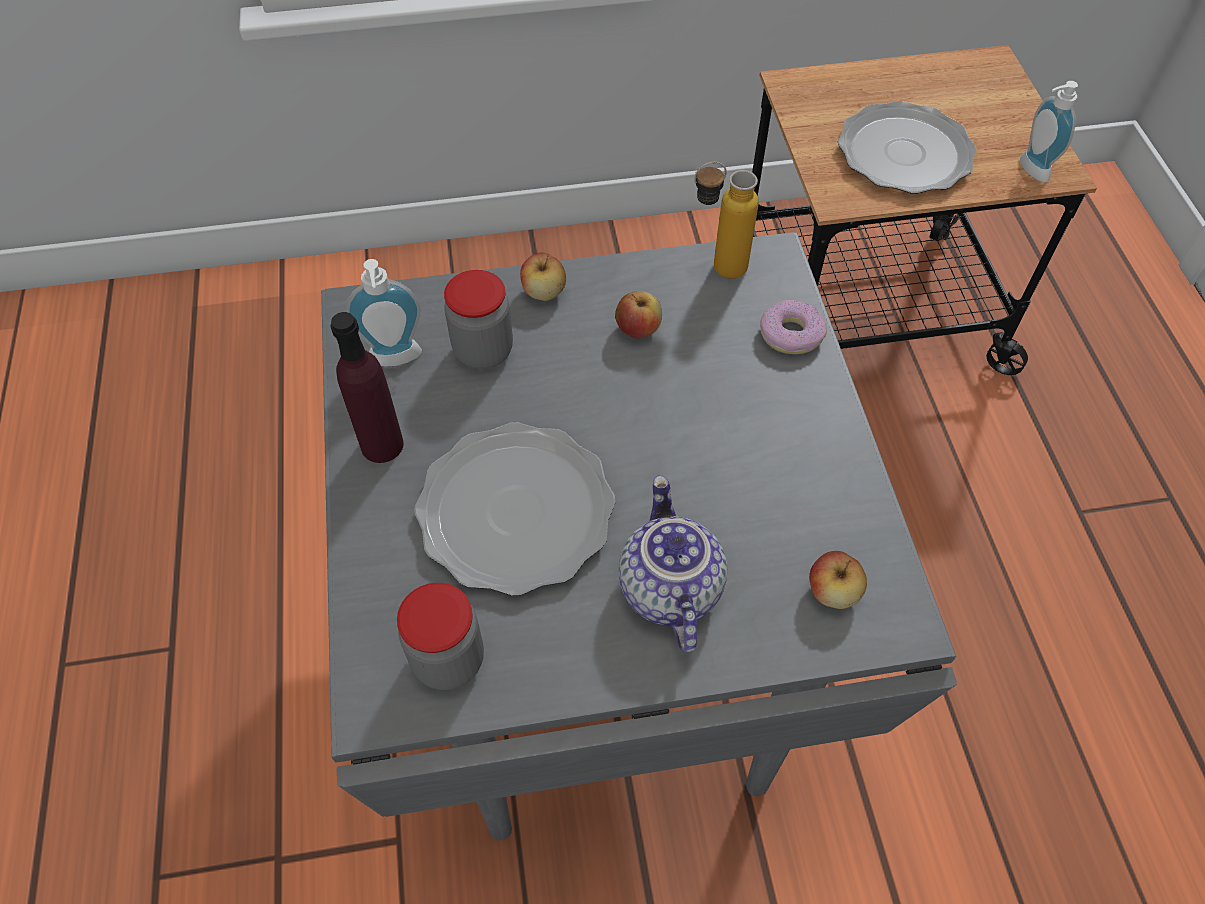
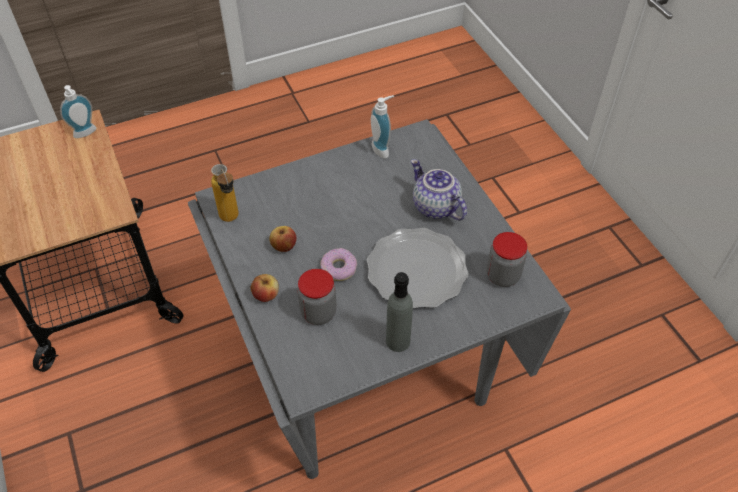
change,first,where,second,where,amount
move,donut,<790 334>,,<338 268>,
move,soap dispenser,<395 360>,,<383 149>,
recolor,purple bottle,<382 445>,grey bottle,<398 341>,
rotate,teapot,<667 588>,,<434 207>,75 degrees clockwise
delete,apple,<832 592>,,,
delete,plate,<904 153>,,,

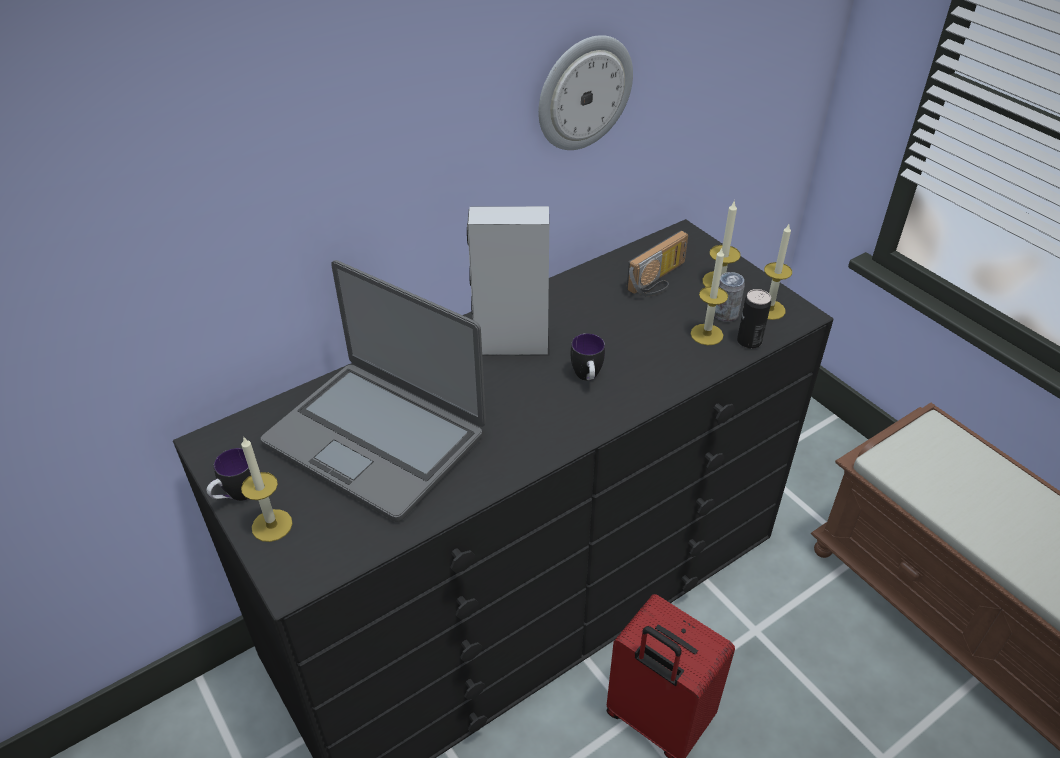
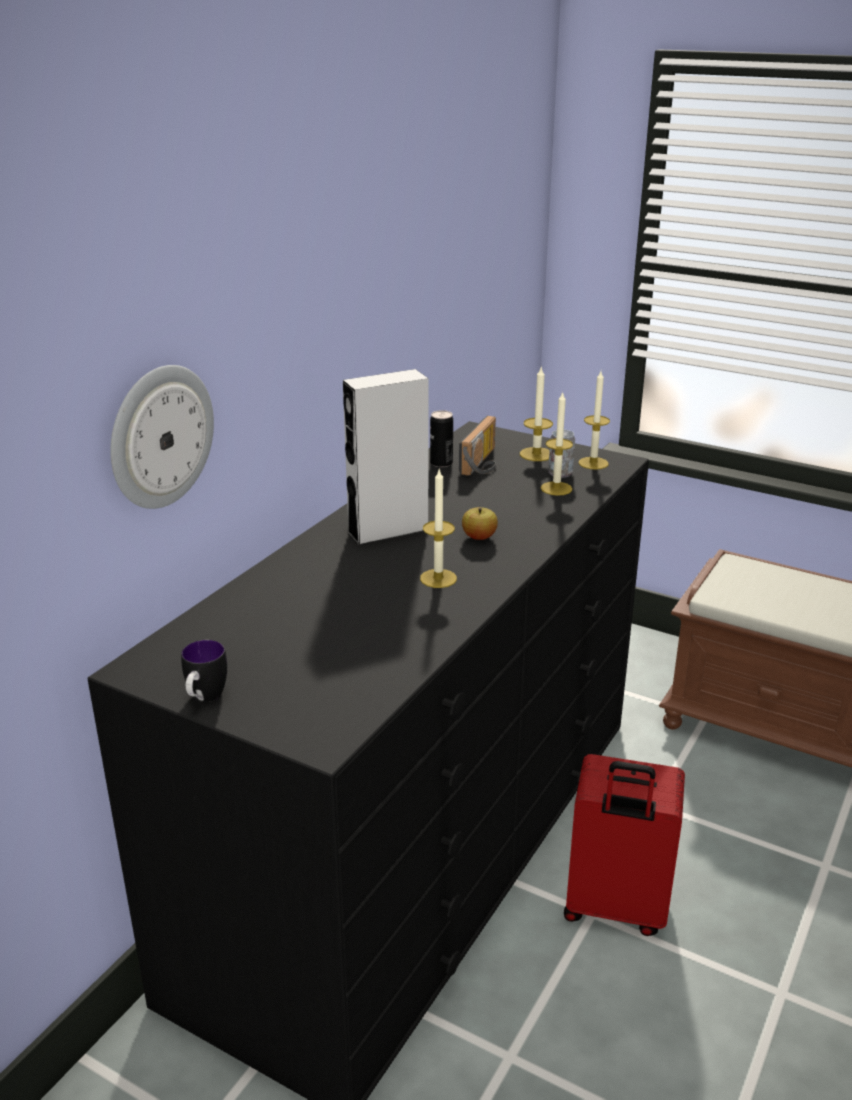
change,first,where,second,where,amount
move,wall clock,<583 93>,,<160 436>,
move,candle,<272 525>,,<438 578>,
move,can,<749 341>,,<441 463>,
replace,mug,<587 378>,apple,<479 537>,
delete,laptop,<376 438>,,,

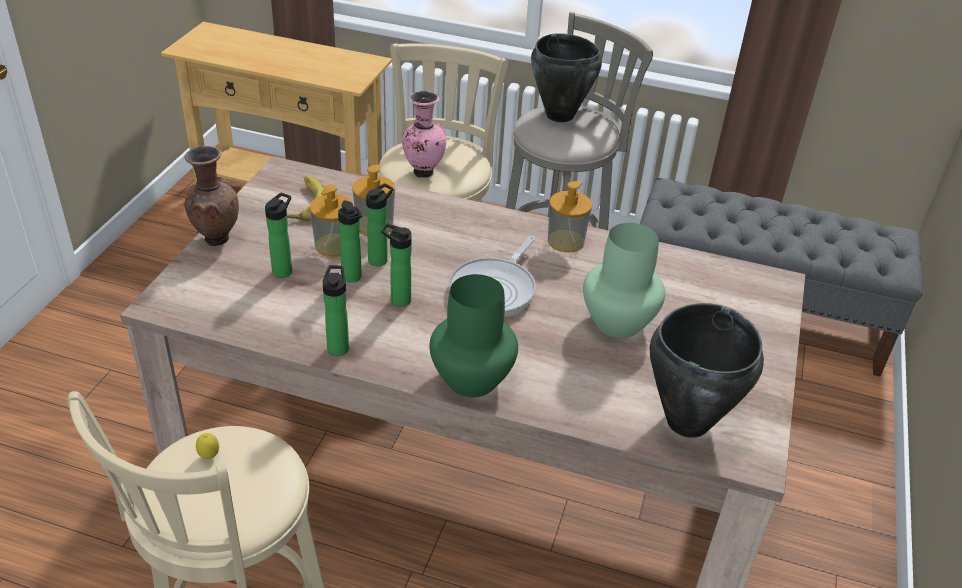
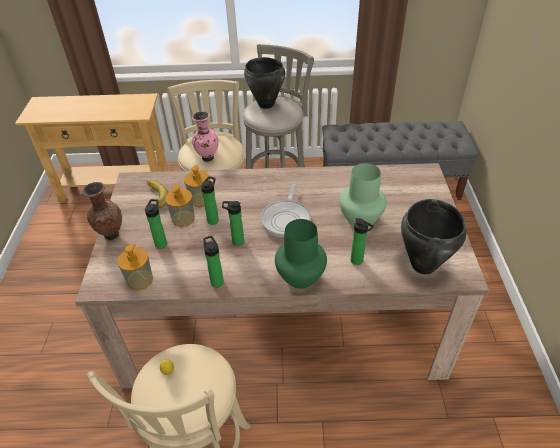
change,first,where,second,where,amount
move,soap dispenser,<565 241>,,<140 280>,
move,bottle,<353 278>,,<358 261>,

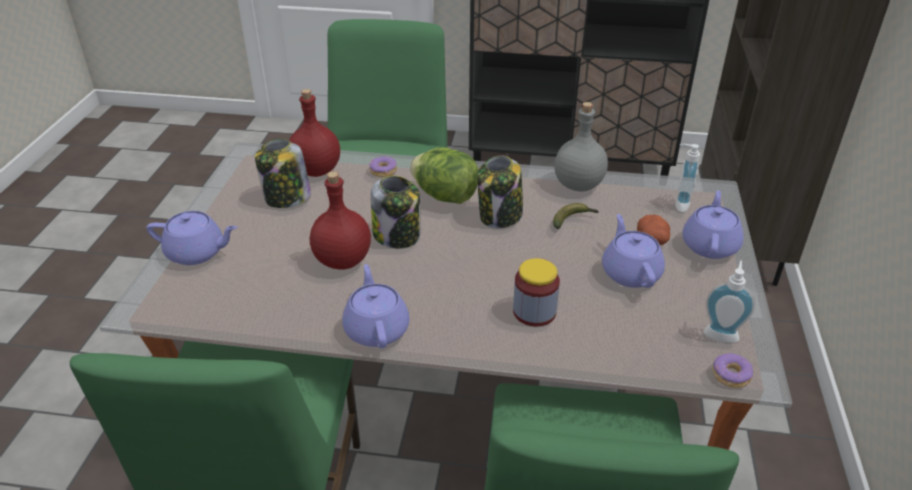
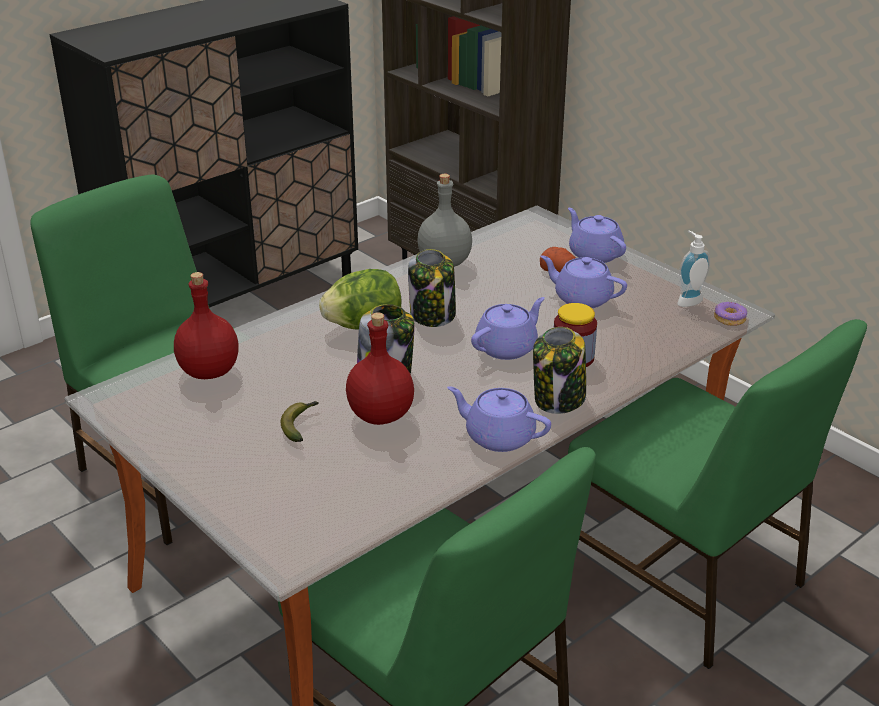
change,first,where,second,where,amount
move,banana,<573 220>,,<300 425>,
move,purple teapot,<197 252>,,<507 347>,
move,jar,<287 198>,,<559 399>,
delete,donut,<383 171>,,,
delete,soap dispenser,<678 204>,,,

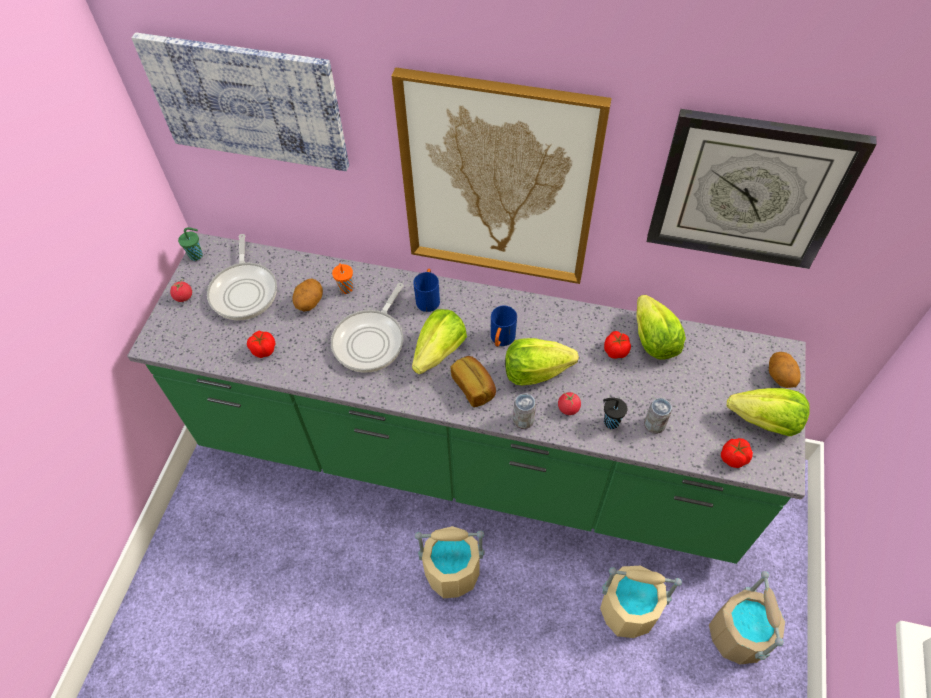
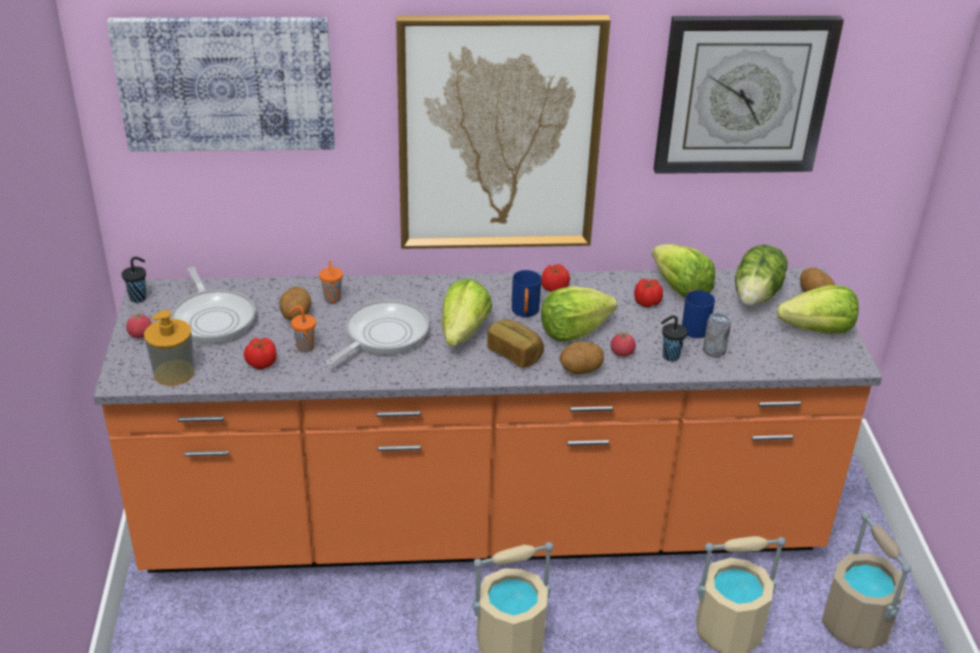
change,first,where,second,where,amount
recolor,green counter,<468 458>,orange counter,<483 526>,
recolor,green cup,<197 255>,black cup,<139 298>,
insert,,,soap dispenser,<174 373>,
insert,,,orange cup,<304 347>,
rotate,frying pan,<371 340>,,<383 336>,150 degrees counterclockwise
move,tomato,<732 458>,,<554 288>,
replace,can,<523 420>,potato,<580 370>,
move,blue mug,<428 298>,,<693 327>,
insert,,,lettuce,<757 295>,

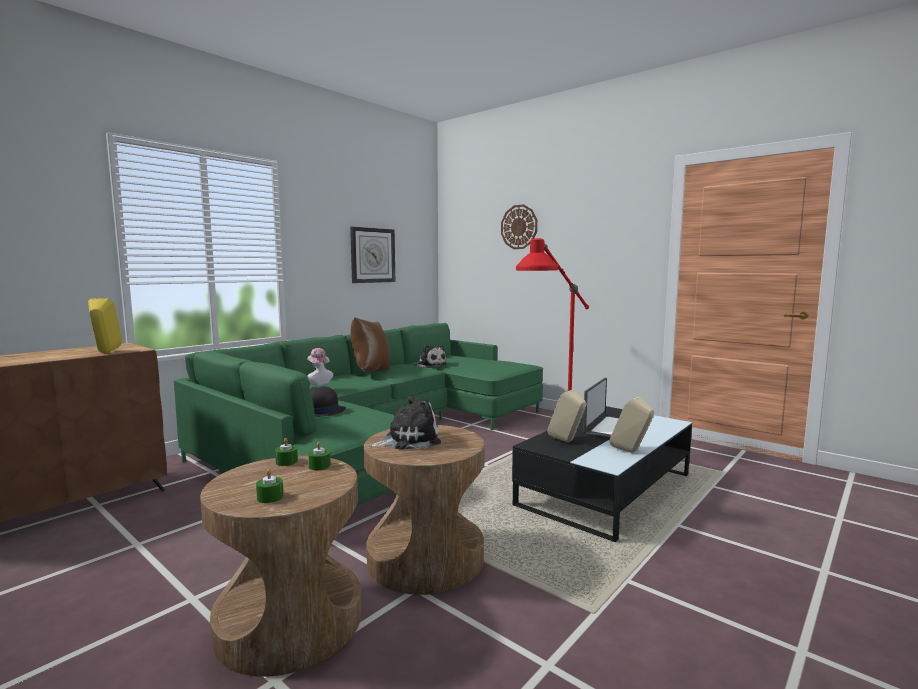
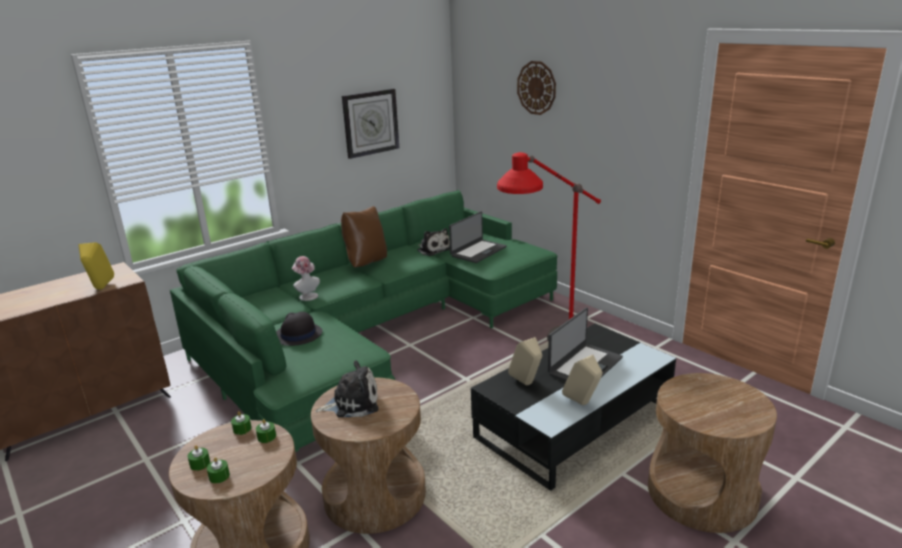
change,first,where,second,where,amount
insert,,,green candle,<200 464>,
insert,,,laptop,<478 251>,
insert,,,brown side table,<702 493>,

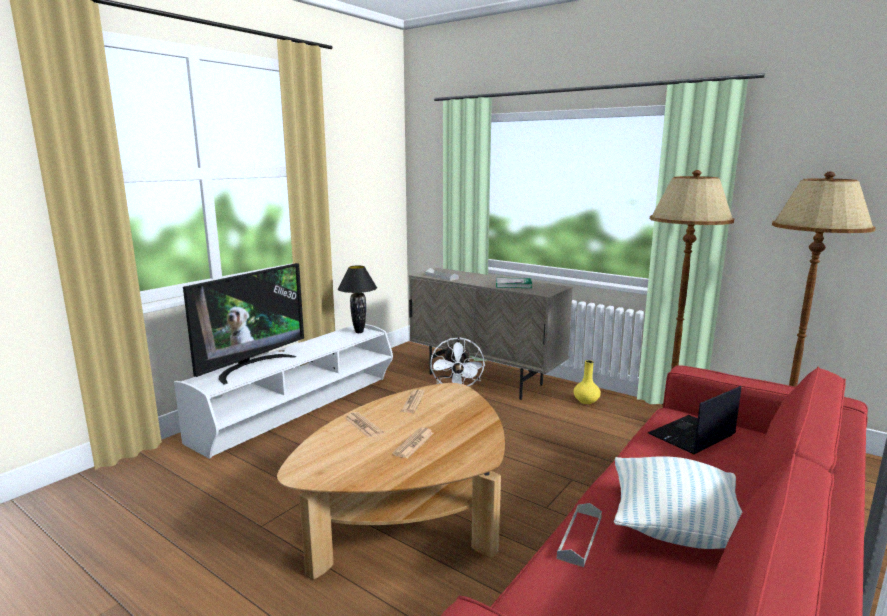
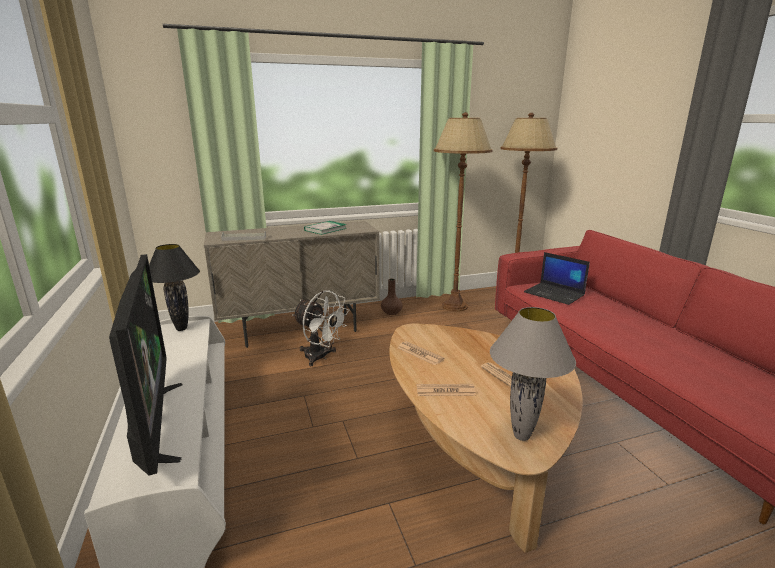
change,first,where,second,where,amount
recolor,yellow vase,<585 401>,brown vase,<391 312>,
insert,,,grey table lamp,<522 436>,
rotate,laptop,<691 436>,,<555 294>,45 degrees counterclockwise
delete,grey tray,<580 537>,,,
delete,pillow,<675 527>,,,

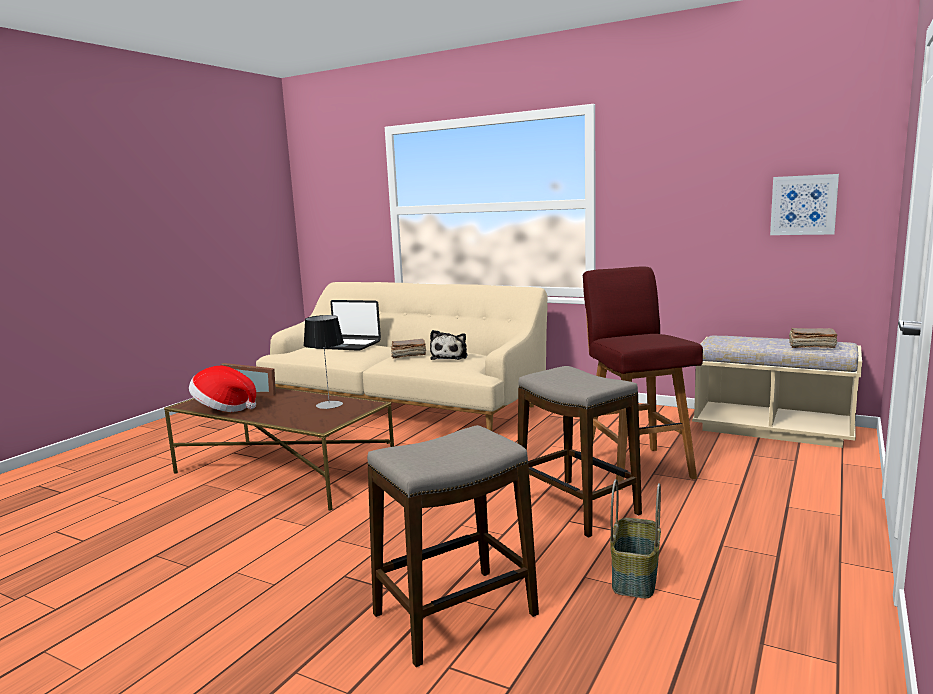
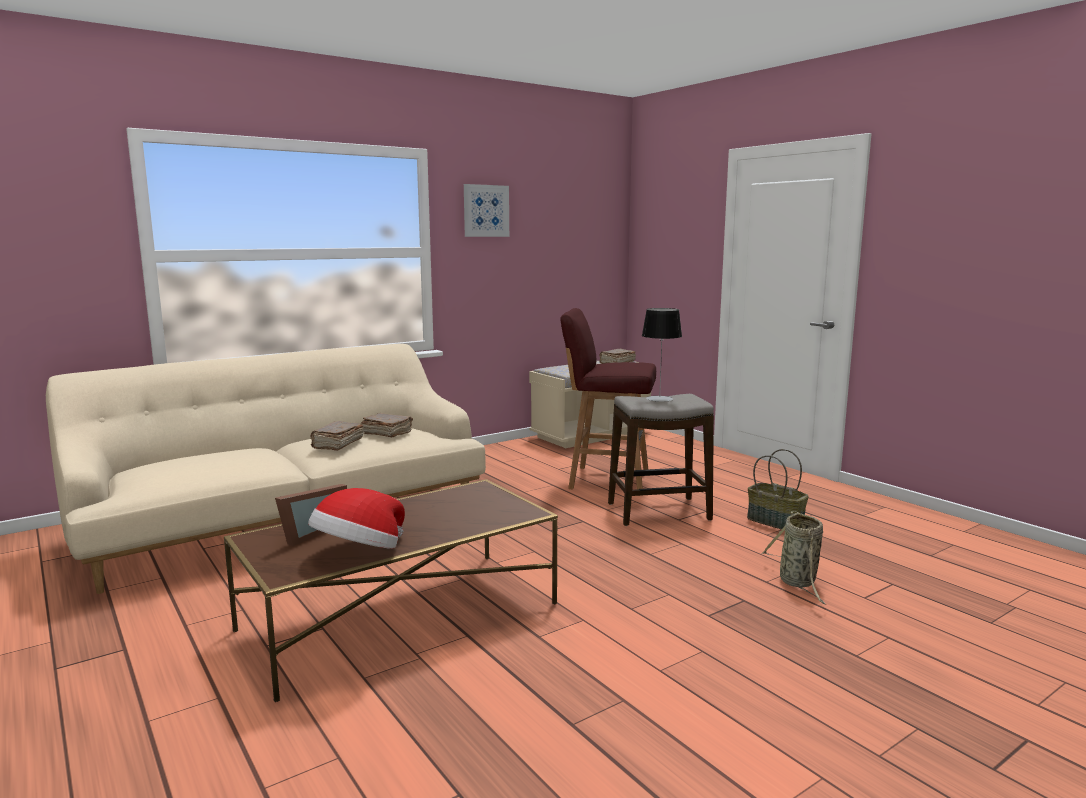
change,first,where,second,where,amount
replace,plush toy,<450 357>,brown book,<386 433>,
move,picture,<803 205>,,<486 211>,
move,table lamp,<329 405>,,<659 399>,
replace,stool,<456 615>,basket,<798 583>,
delete,laptop,<348 345>,,,

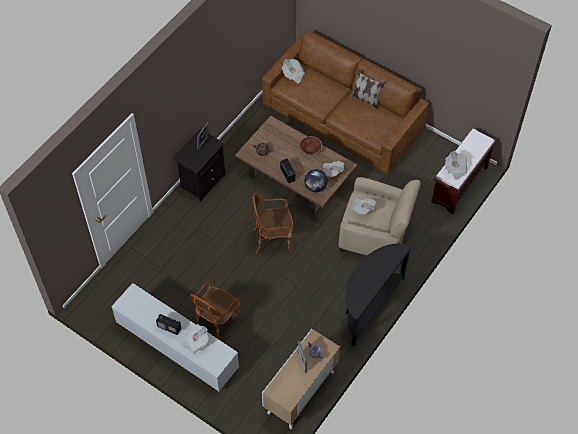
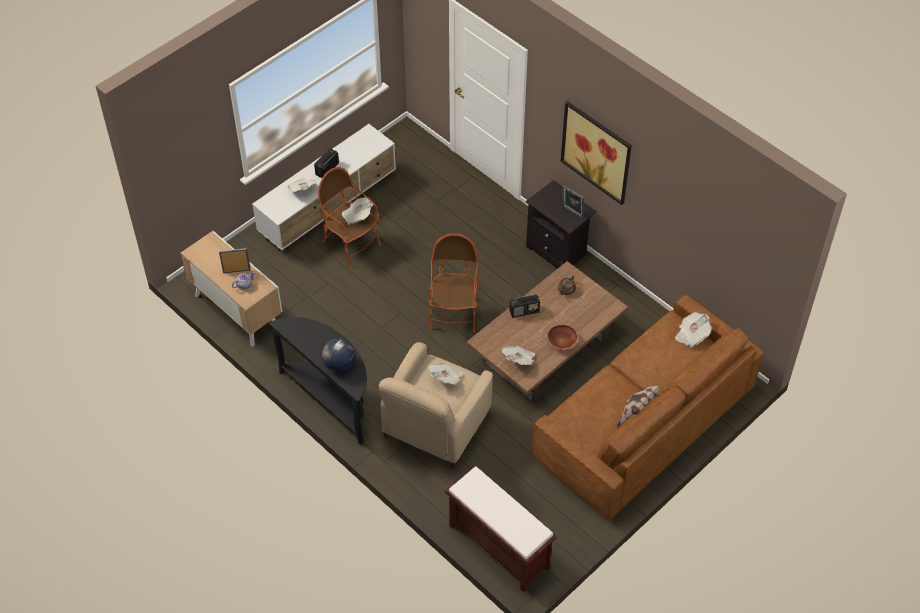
change,first,where,second,where,amount
move,globe,<315 187>,,<339 364>,
move,newspaper,<455 169>,,<357 216>,
insert,,,picture,<596 152>,

